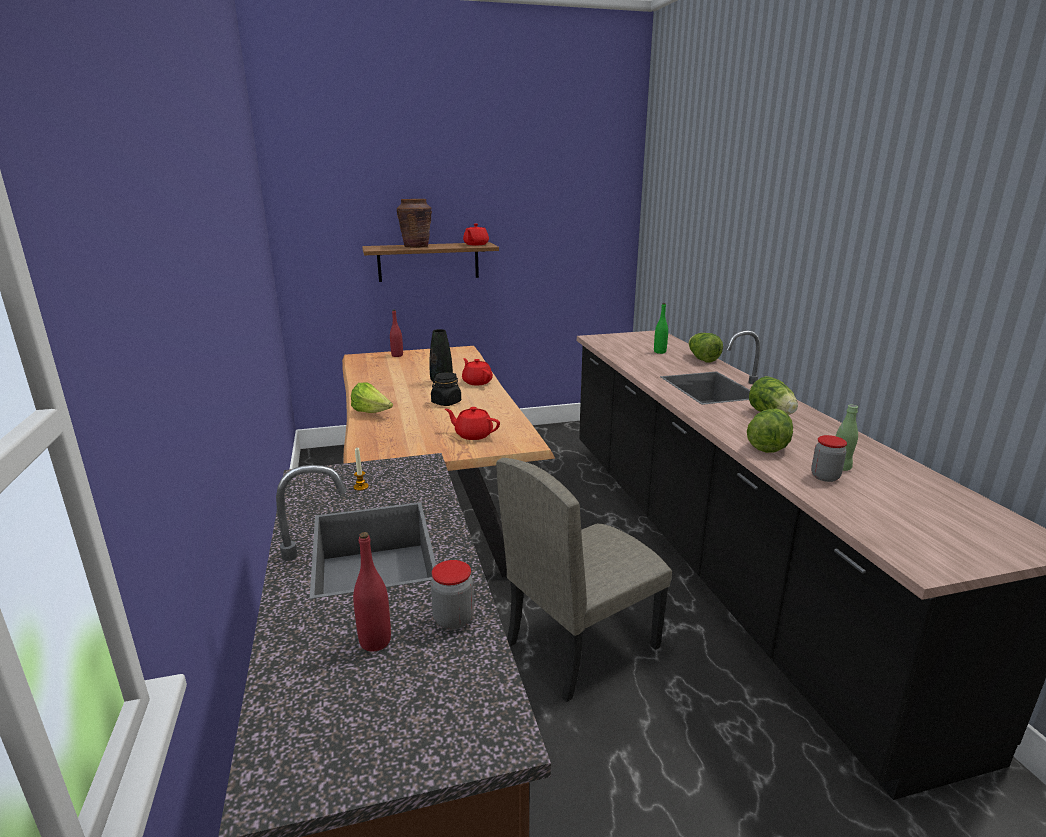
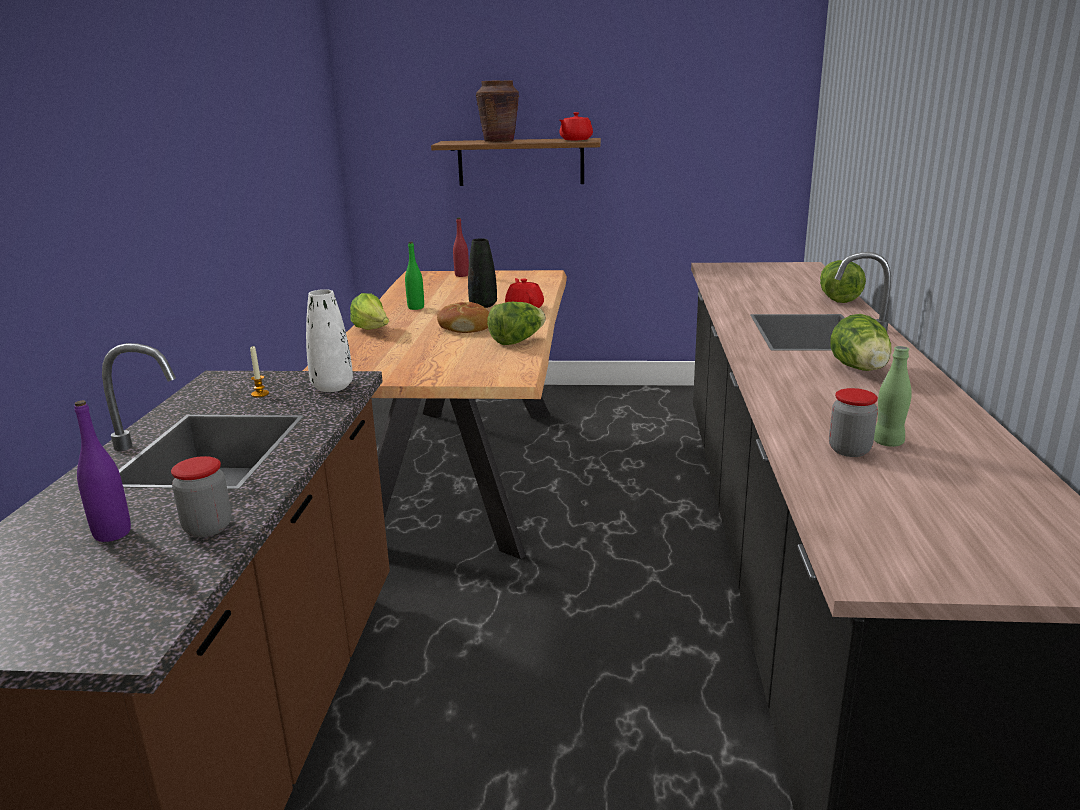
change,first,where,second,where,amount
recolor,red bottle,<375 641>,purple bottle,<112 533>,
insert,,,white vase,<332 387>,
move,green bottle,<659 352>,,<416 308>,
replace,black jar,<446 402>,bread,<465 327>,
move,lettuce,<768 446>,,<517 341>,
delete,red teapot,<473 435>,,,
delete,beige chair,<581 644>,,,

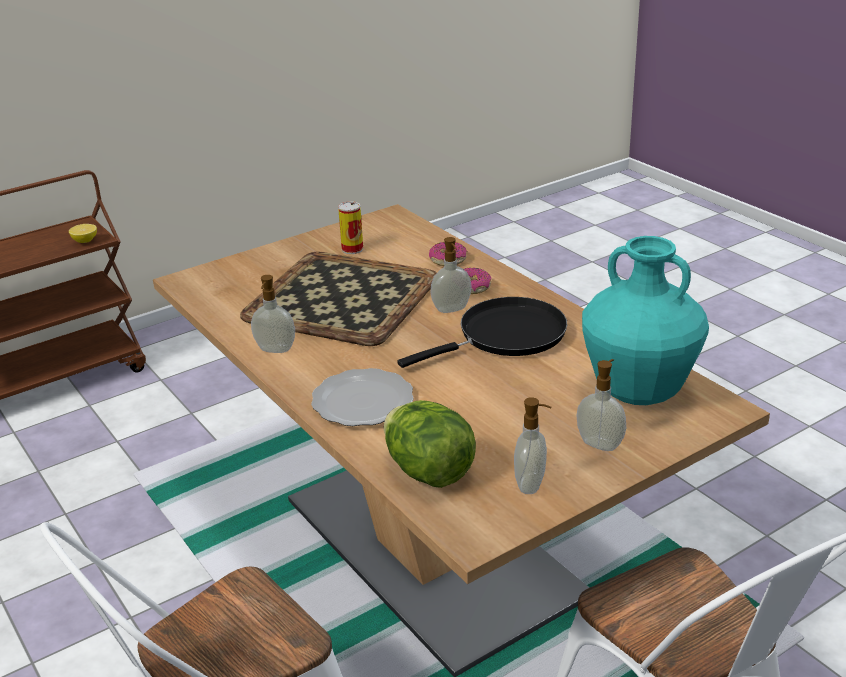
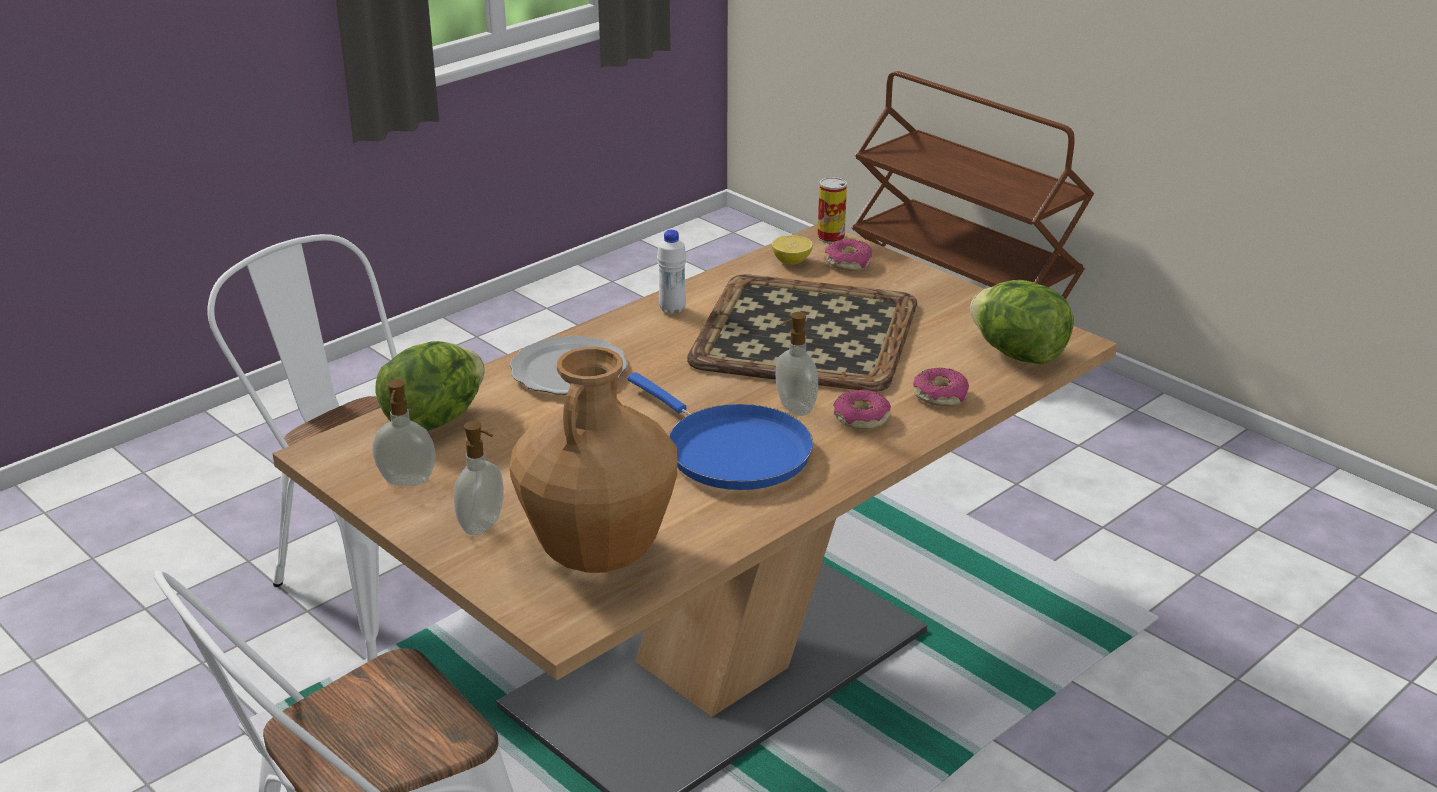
change,first,where,second,where,amount
recolor,turquoise vase,<639 393>,brown vase,<598 555>,
recolor,black frying pan,<505 336>,blue frying pan,<731 451>,
replace,soap dispenser,<275 350>,white bottle,<672 309>,
move,lemon,<85 241>,,<791 261>,
move,can,<352 249>,,<831 237>,
insert,,,donut,<848 262>,
insert,,,lettuce,<1018 354>,

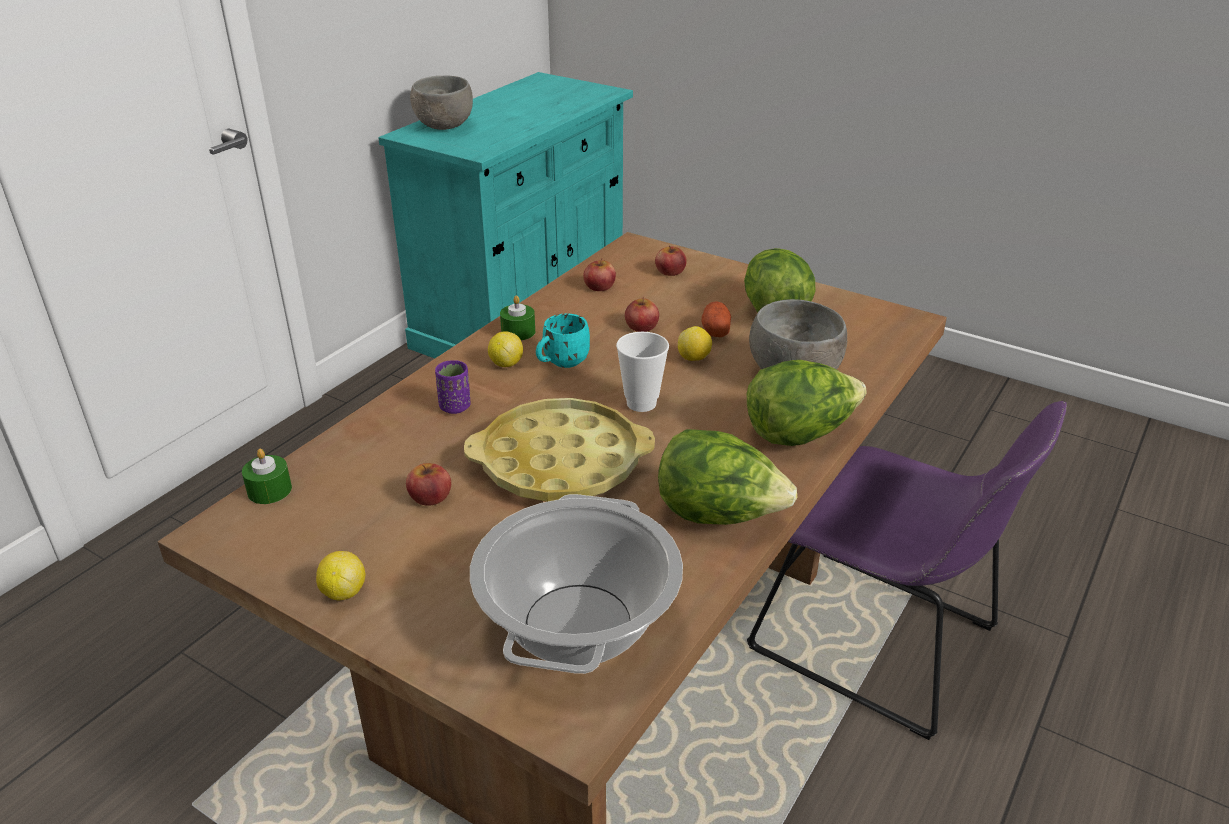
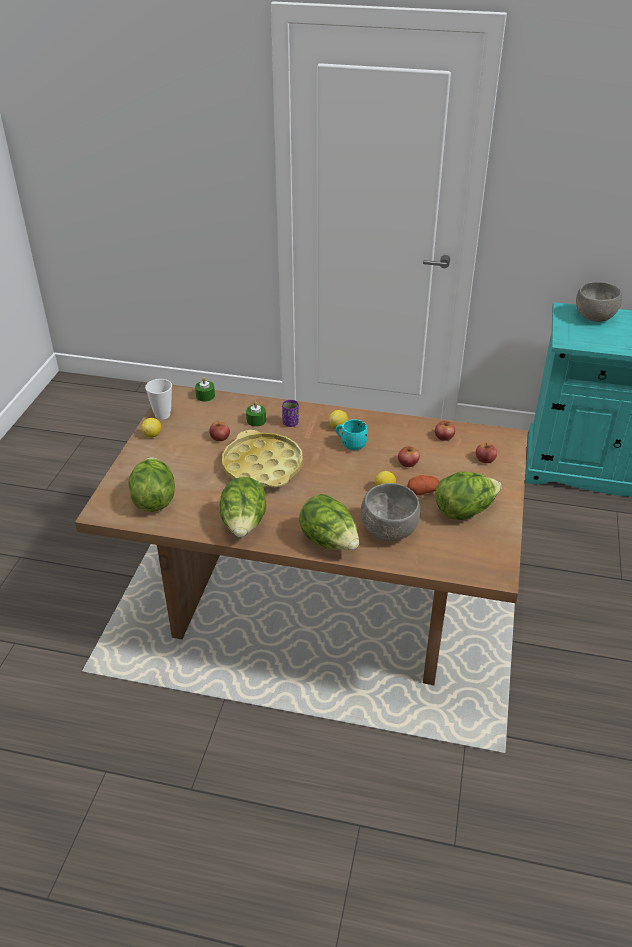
change,first,where,second,where,amount
replace,cooking pot,<578 626>,lettuce,<154 499>,
move,cup,<641 403>,,<162 415>,
move,green candle,<518 332>,,<256 420>,
delete,purple chair,<882 644>,,,

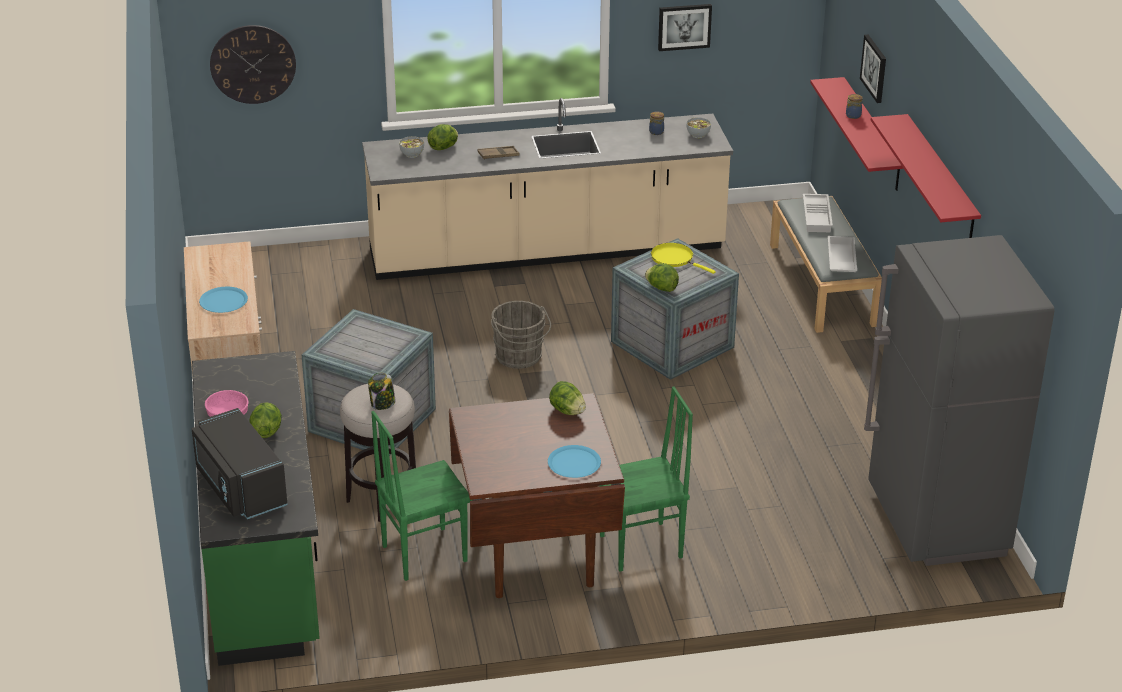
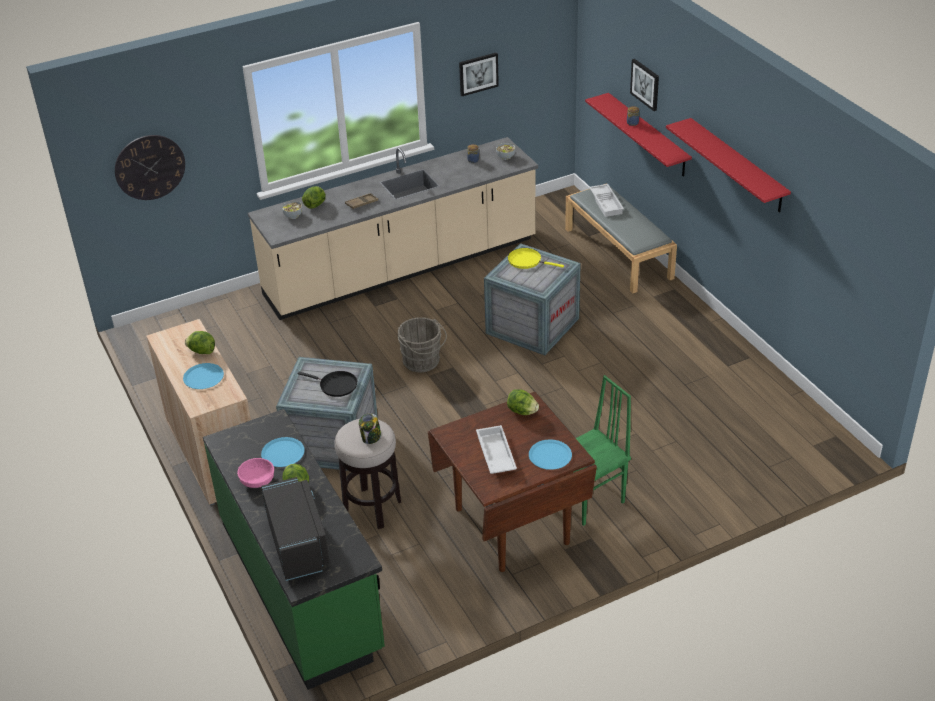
change,first,where,second,where,amount
move,lettuce,<661 288>,,<202 351>,
insert,,,blue plate,<283 453>,
rotate,black microwave,<239 488>,,<299 544>,150 degrees counterclockwise
insert,,,black frying pan,<336 385>,
move,white tray,<840 260>,,<495 454>,
delete,green chair,<423 553>,,,
delete,grey fridge,<936 523>,,,

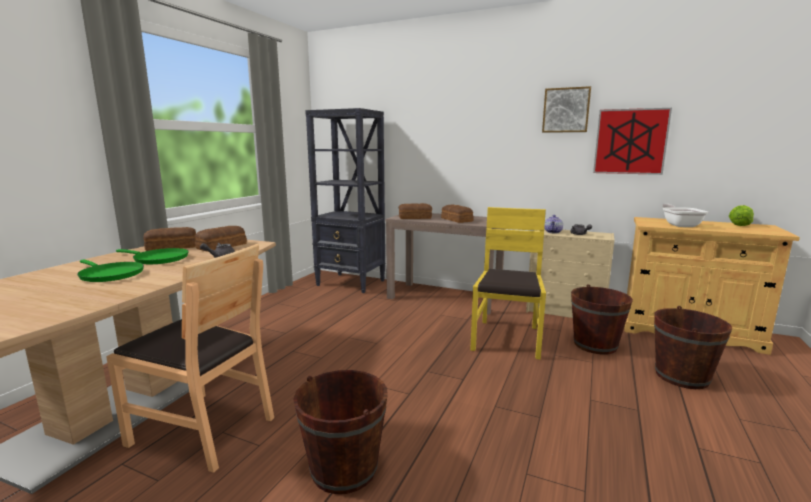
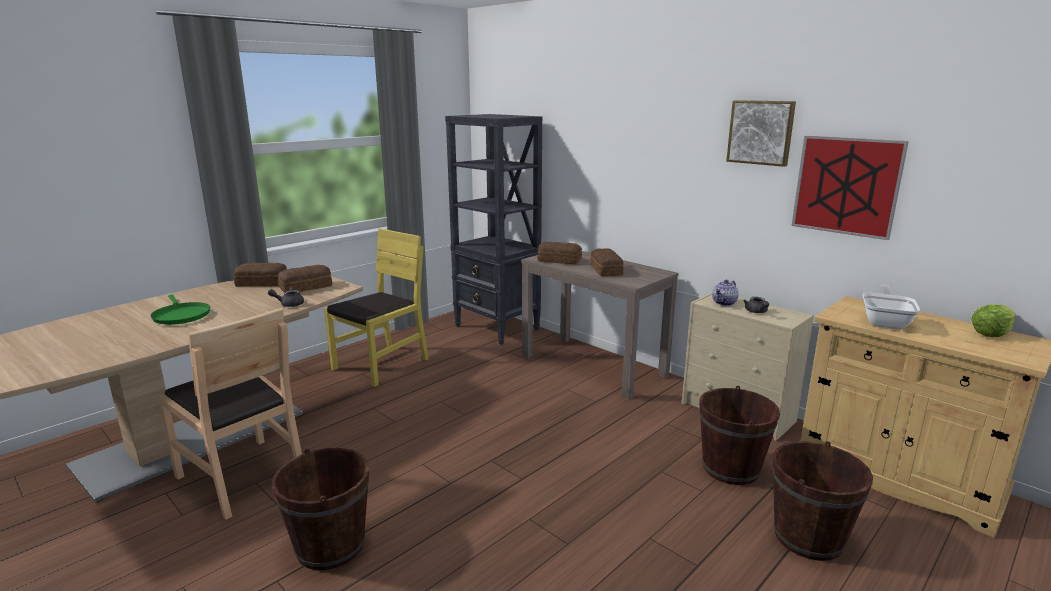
change,first,where,second,where,amount
move,yellow chair,<507 338>,,<381 364>,
delete,green frying pan,<158 259>,,,

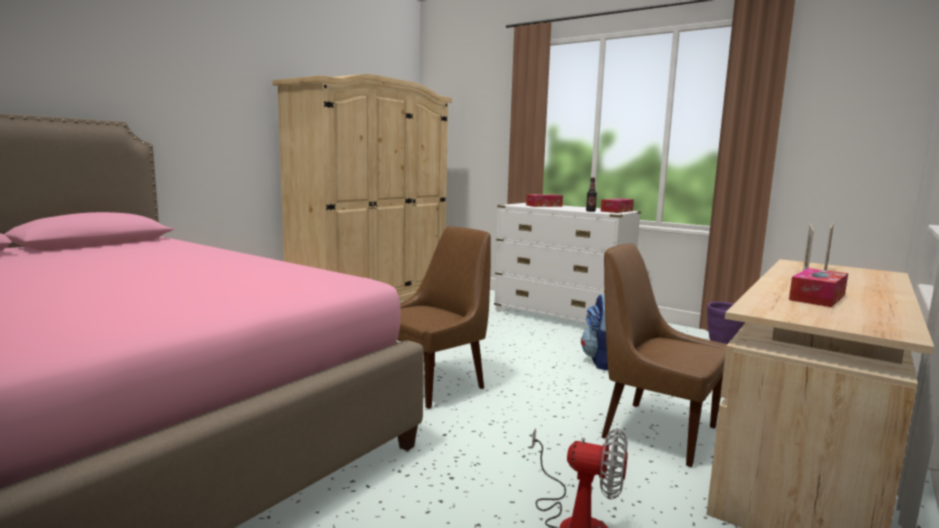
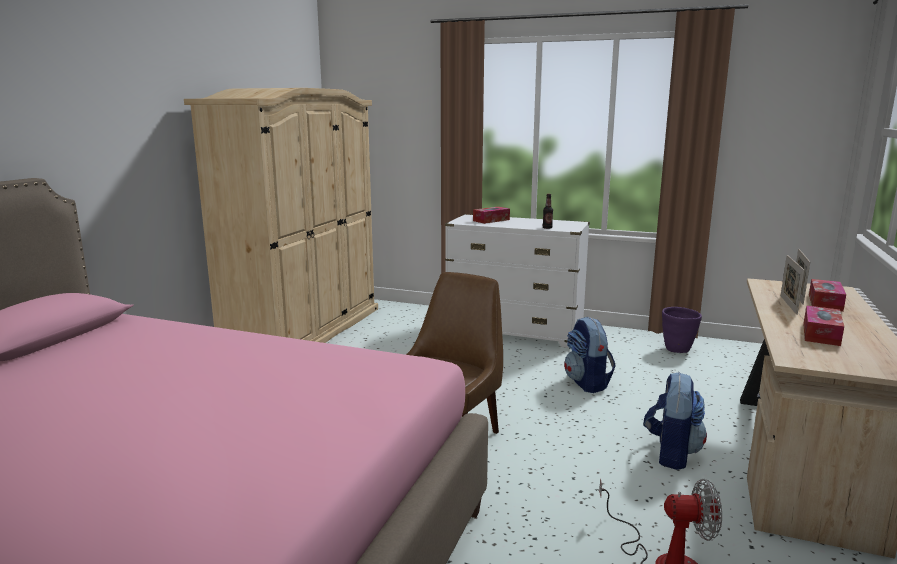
change,first,where,second,where,amount
replace,brown chair,<654 431>,backpack,<671 453>,
move,tissue box,<616 211>,,<825 302>,

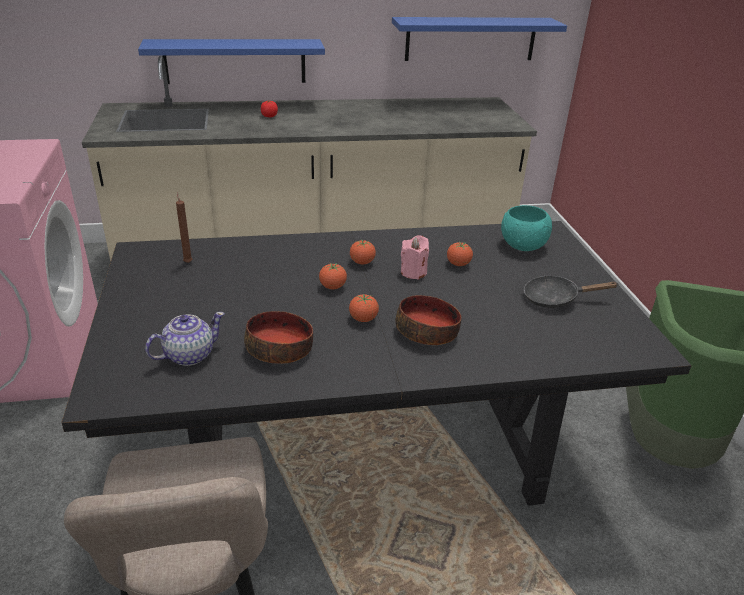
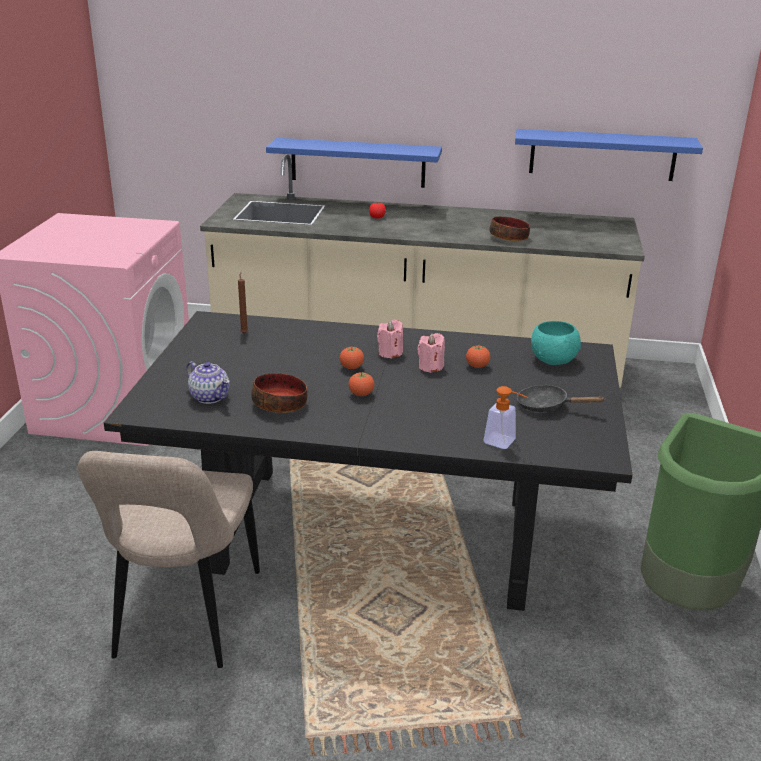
change,first,where,second,where,amount
rotate,teapot,<188 355>,,<210 397>,60 degrees clockwise
replace,tomato,<362 262>,pink candle,<390 353>,
insert,,,soap dispenser,<505 443>,
move,bowl,<427 332>,,<509 237>,

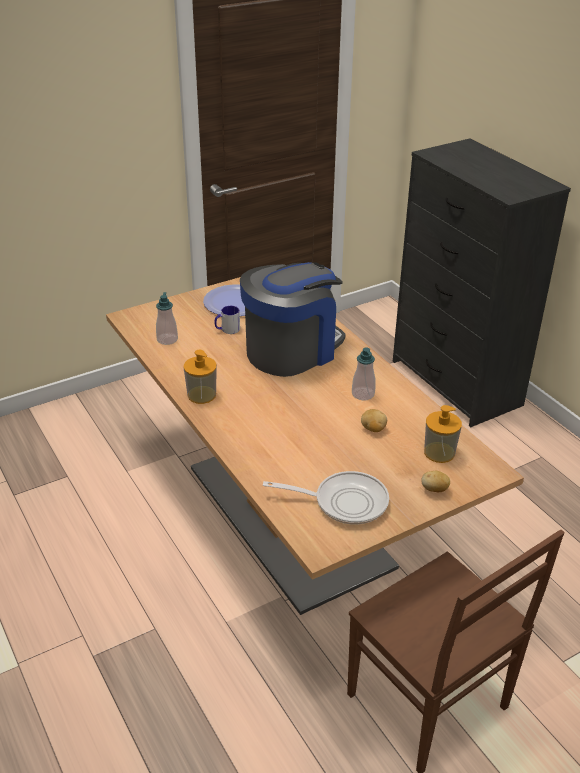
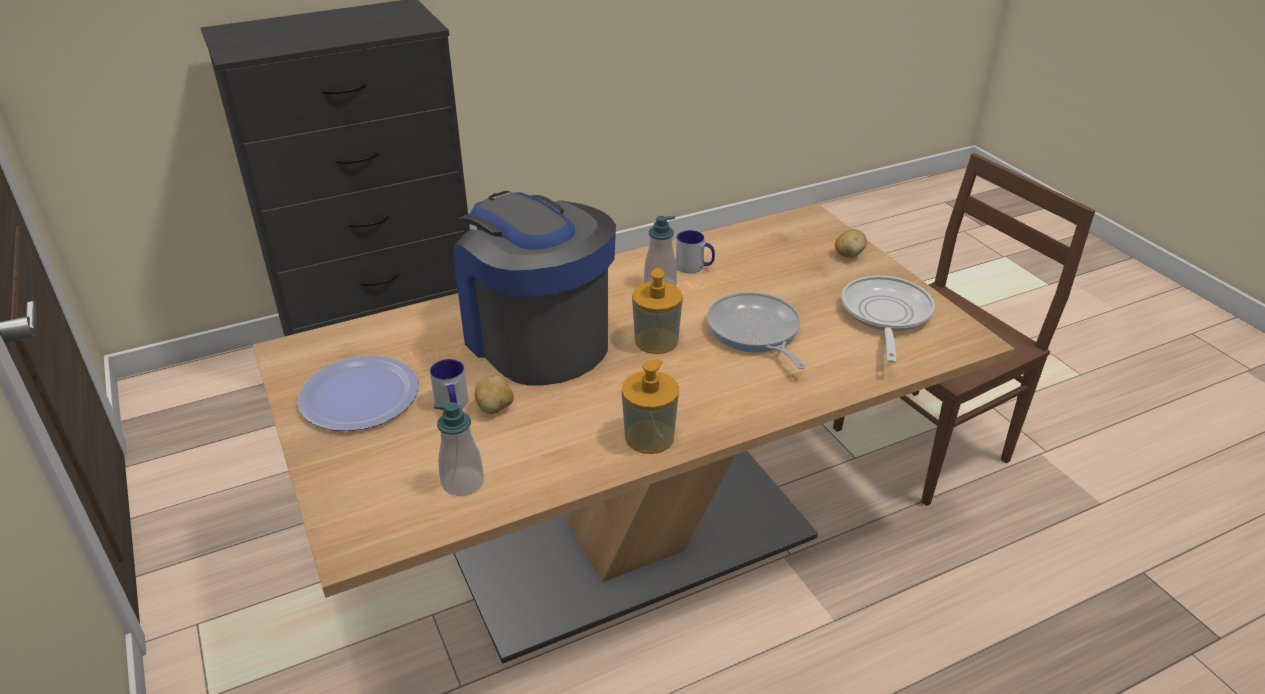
change,first,where,second,where,amount
move,potato,<373 429>,,<495 408>,
move,soap dispenser,<439 452>,,<656 341>,
insert,,,mug,<694 267>,
insert,,,frying pan,<755 332>,

